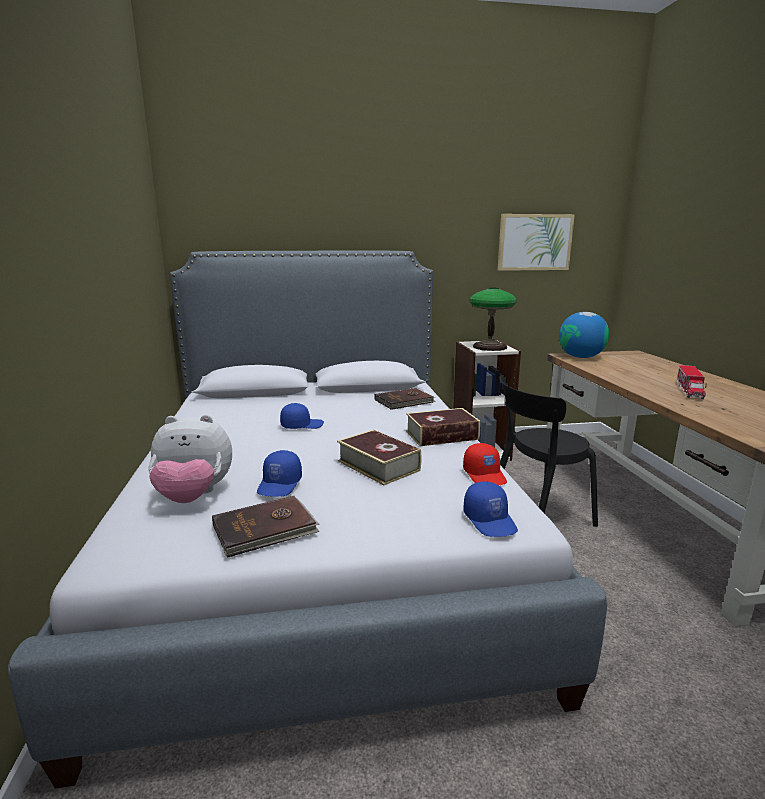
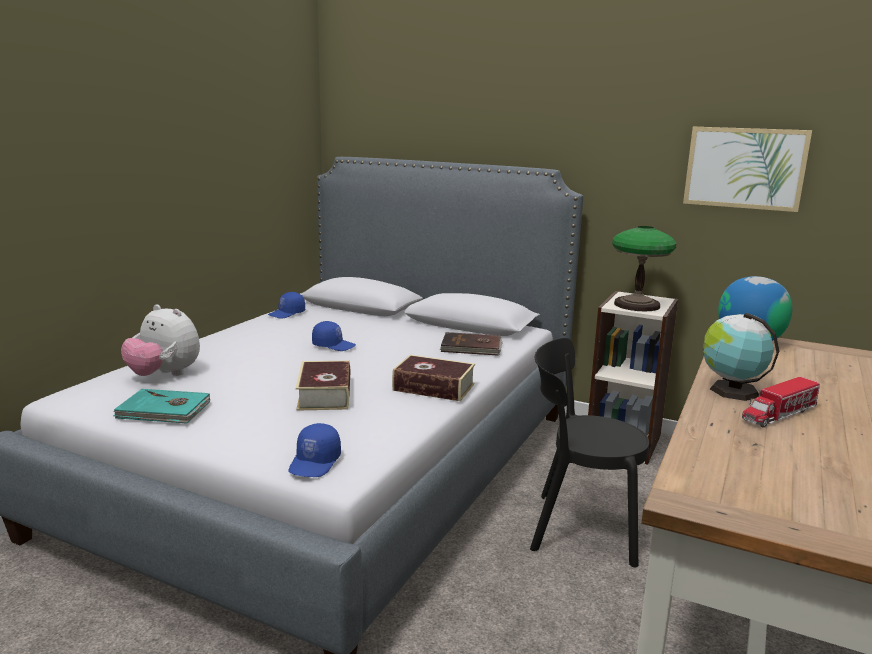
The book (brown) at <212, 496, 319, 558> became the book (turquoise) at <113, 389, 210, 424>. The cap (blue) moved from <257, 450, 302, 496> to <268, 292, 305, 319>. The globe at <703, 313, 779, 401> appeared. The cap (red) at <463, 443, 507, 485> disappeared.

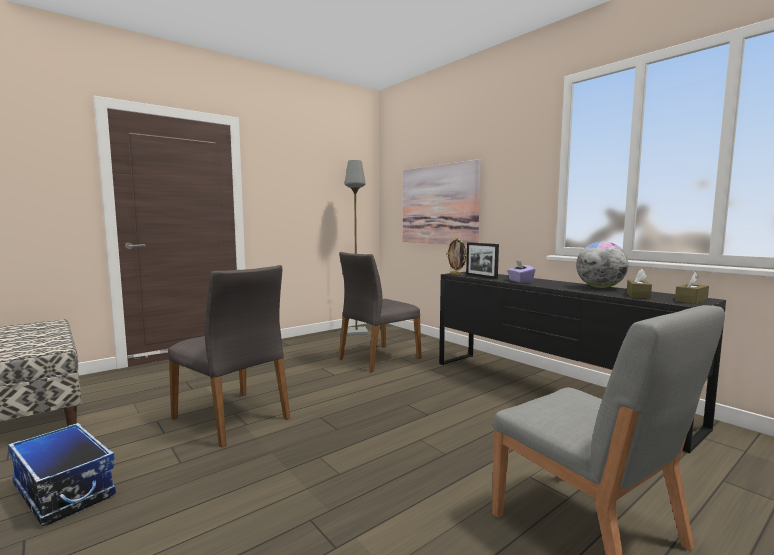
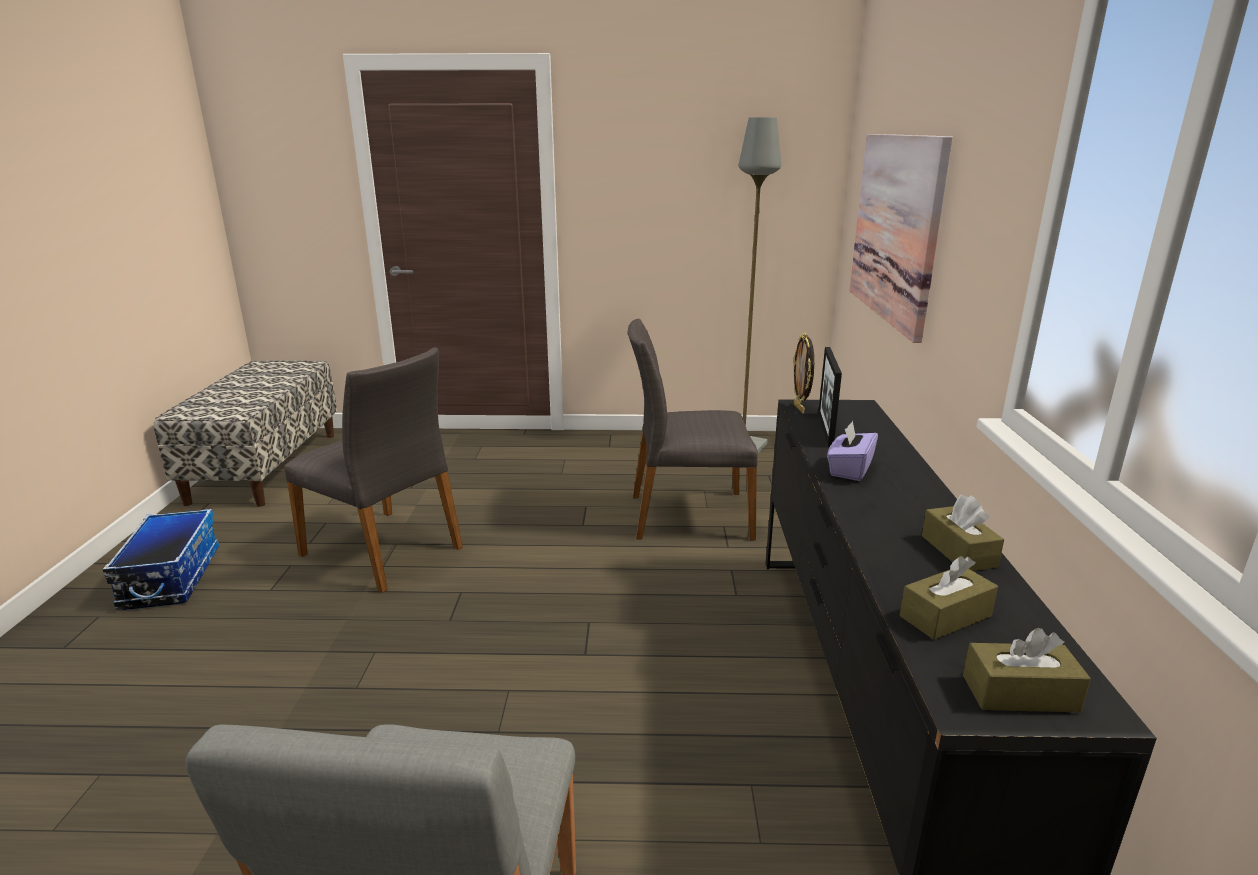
The chair (grey) at <168, 265, 290, 448> turned 45 degrees counterclockwise. The globe at <576, 241, 628, 288> was replaced by the tissue box (brown) at <922, 495, 1004, 571>.

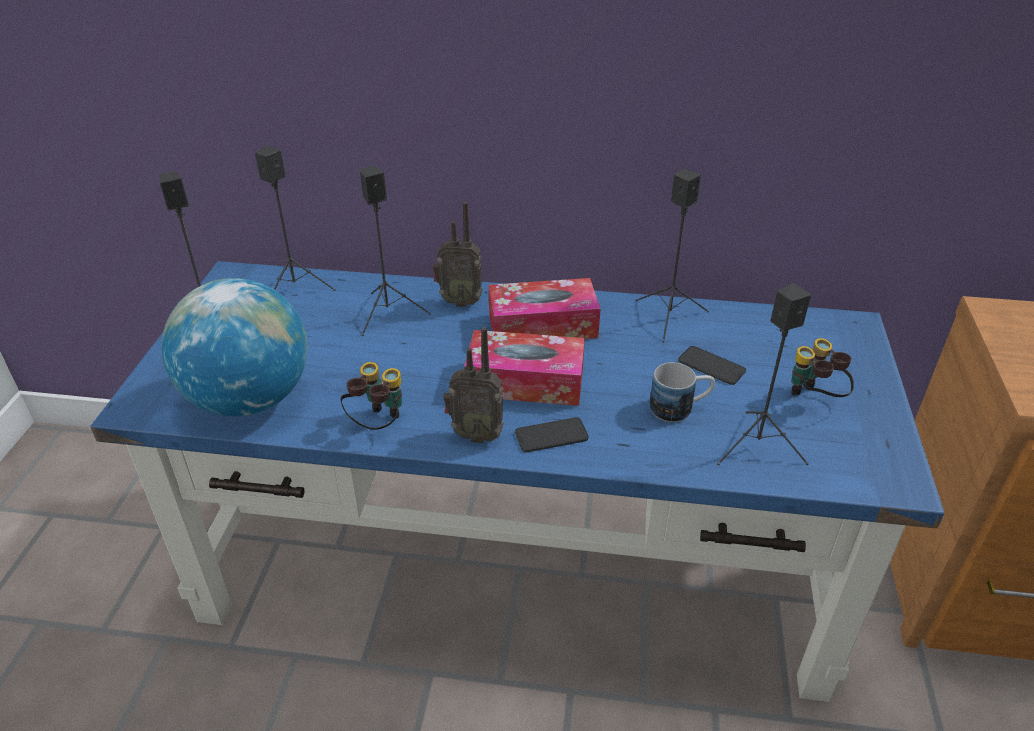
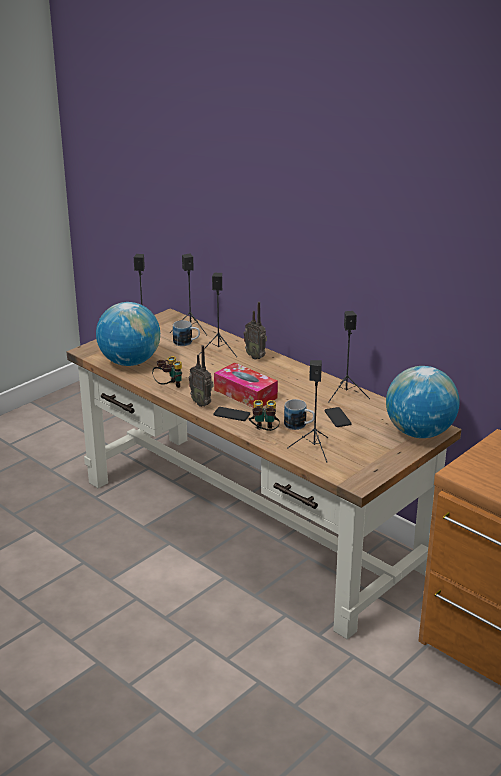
The desk (blue) at <90, 261, 945, 702> became the desk (brown) at <66, 308, 462, 639>. The mug at <173, 320, 200, 346> appeared. The binoculars moved from <791, 338, 854, 397> to <248, 400, 280, 431>. The globe at <386, 366, 459, 438> appeared. The tissue box at <489, 278, 601, 339> disappeared.

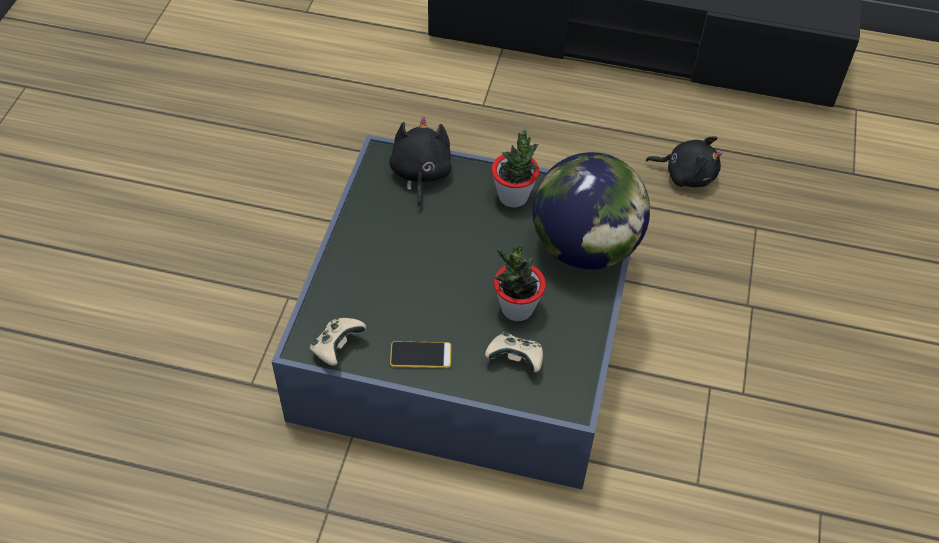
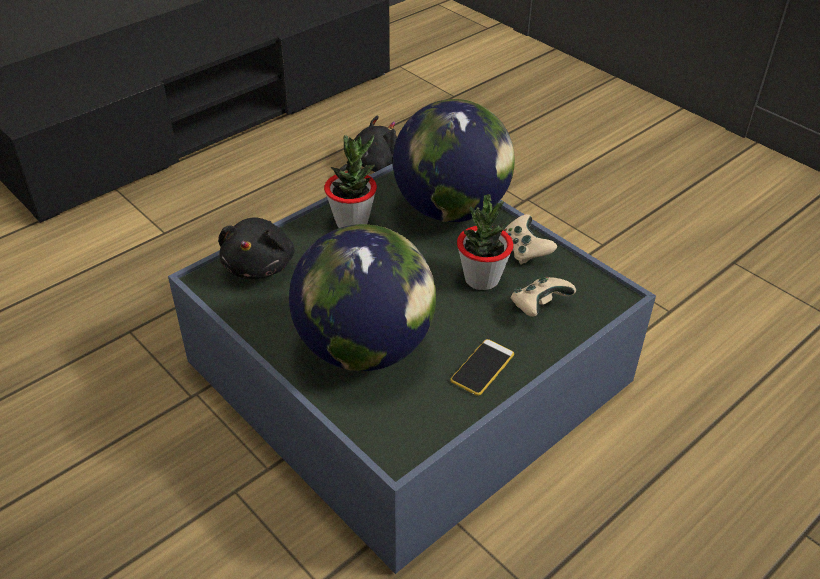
The plush toy (black) at <389, 116, 452, 208> turned 120 degrees counterclockwise. The globe at <289, 224, 436, 371> appeared. The game controller (beige) moved from <310, 318, 366, 366> to <504, 214, 557, 265>.

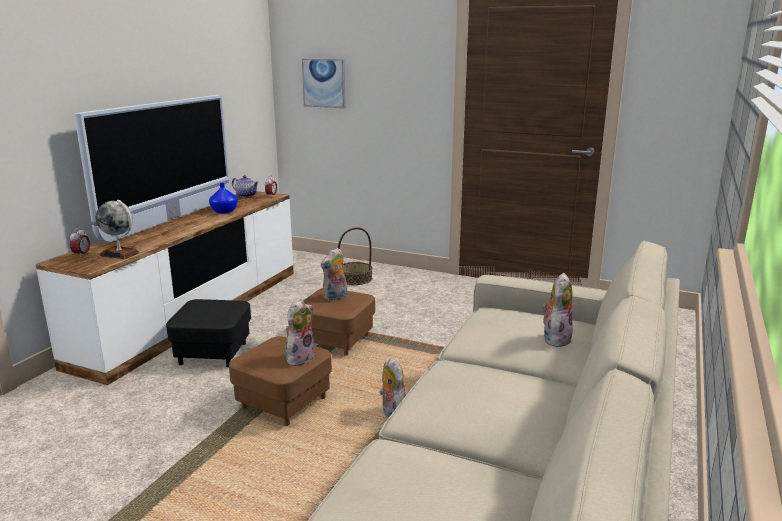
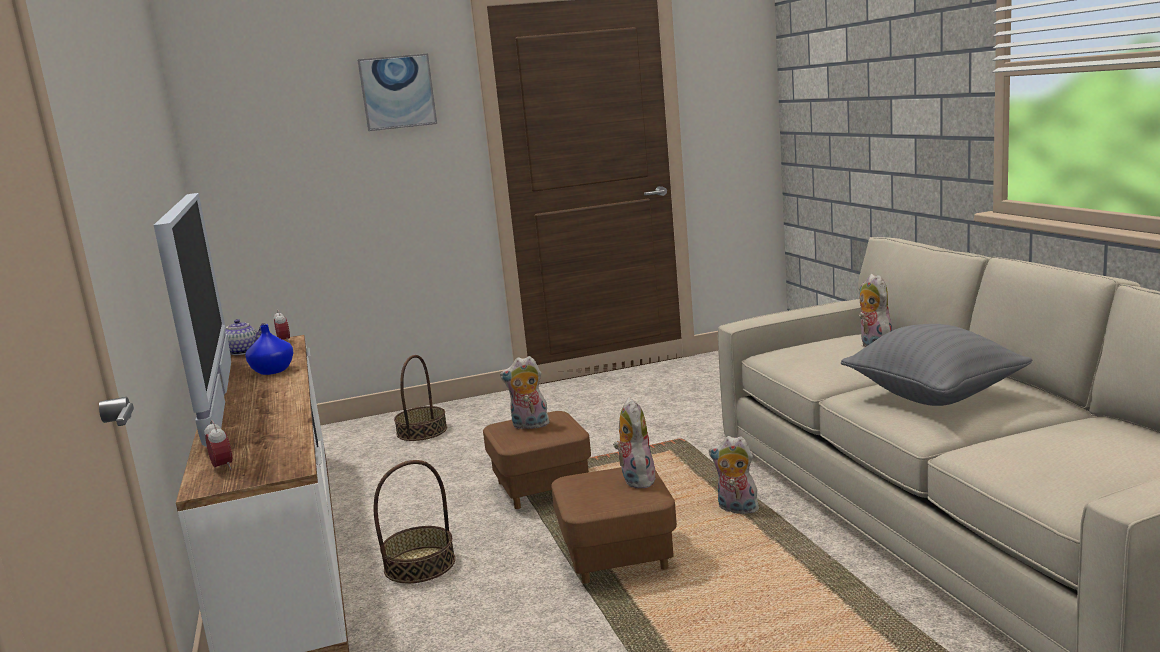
The picture moved from <302, 59, 346, 108> to <357, 53, 437, 131>. The ottoman (black) at <166, 299, 251, 367> was replaced by the basket at <374, 460, 455, 584>. The plush toy at <321, 247, 347, 301> turned 90 degrees clockwise. The pillow (grey) at <841, 324, 1032, 406> appeared. The globe at <95, 200, 140, 259> disappeared.

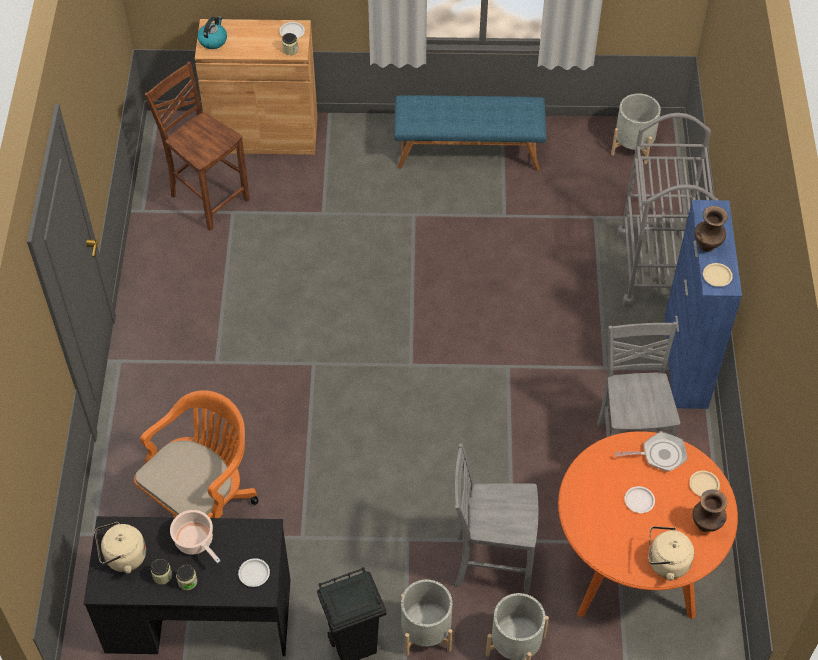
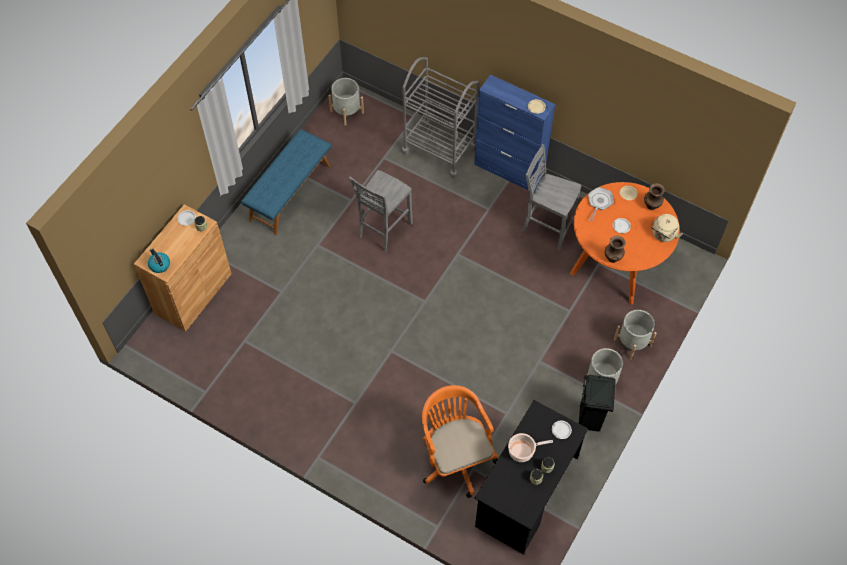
The chair (grey) moved from <455, 443, 538, 595> to <349, 170, 413, 252>. The vase (brown) moved from <694, 206, 728, 252> to <605, 236, 626, 263>. The kettle (beige) at <95, 522, 146, 574> disappeared. The chair (brown) at <144, 61, 250, 231> disappeared.

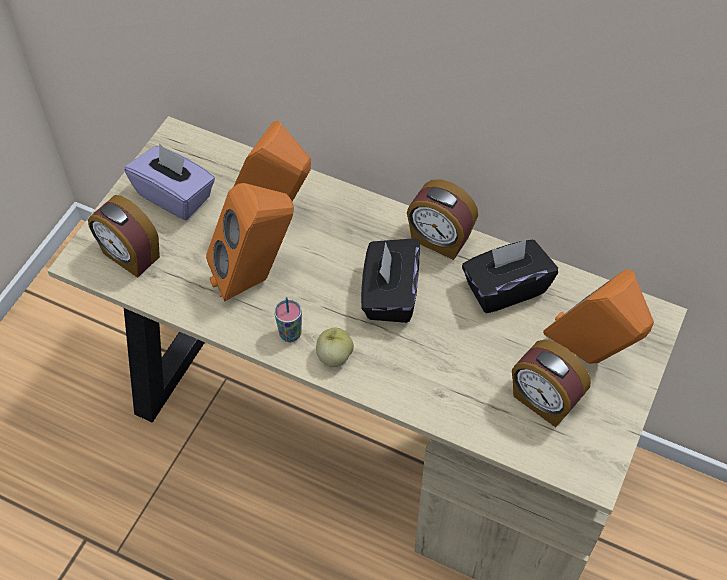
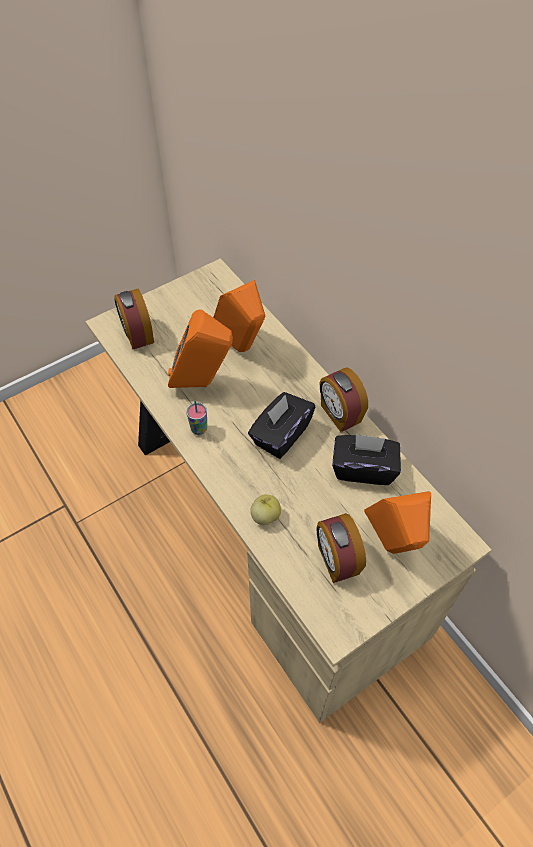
The apple moved from <316, 328, 354, 367> to <250, 495, 281, 525>. The tissue box (purple) at <124, 143, 215, 220> disappeared.

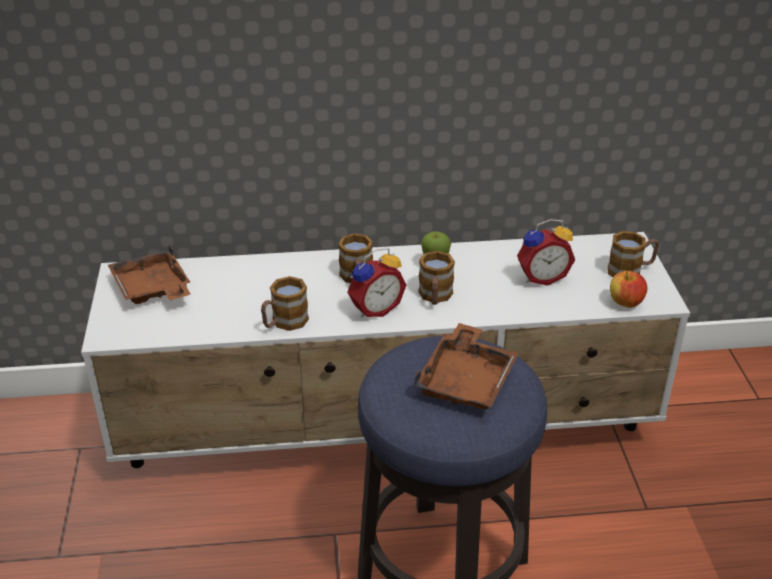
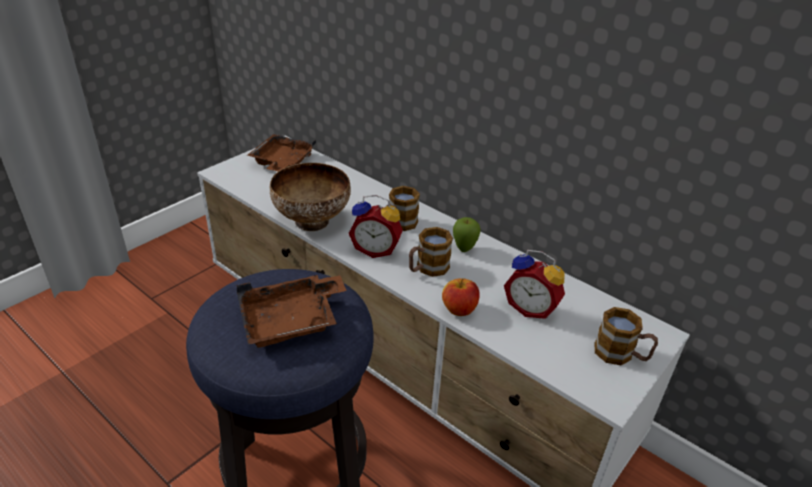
The mug at <261, 276, 309, 331> was replaced by the bowl at <270, 163, 351, 231>. The apple moved from <610, 271, 647, 308> to <442, 278, 480, 316>.

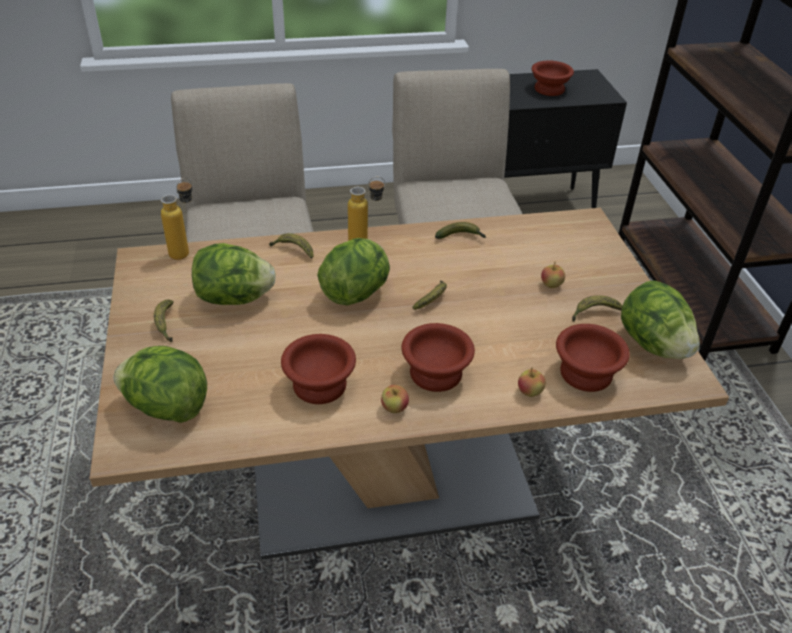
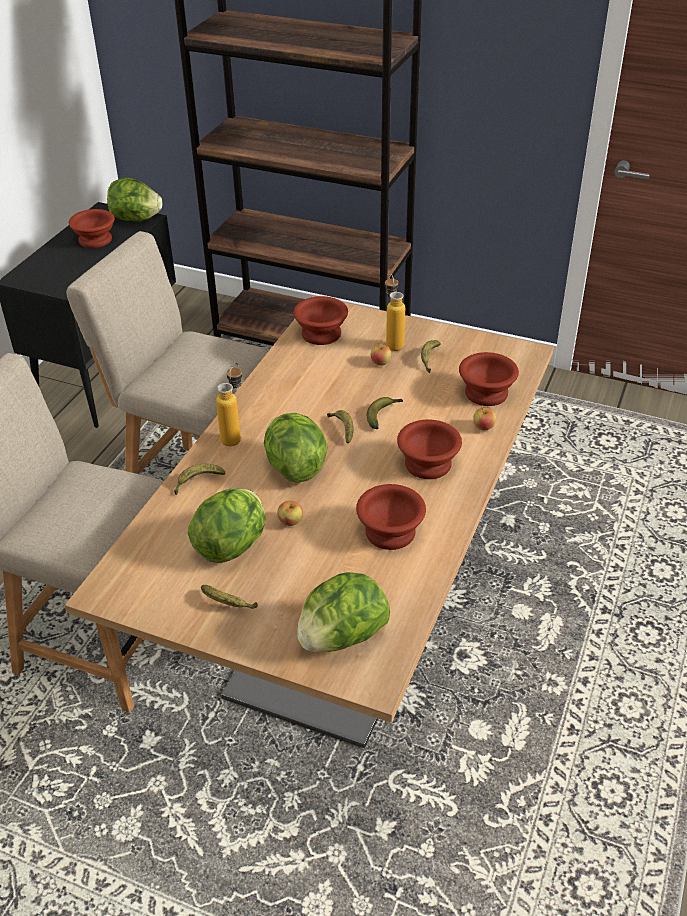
The lettuce moved from <621, 280, 700, 359> to <107, 178, 162, 221>. The apple moved from <381, 385, 409, 413> to <277, 501, 303, 526>. The bowl (brown) at <293, 296, 348, 345> appeared. The banana moved from <435, 222, 486, 239> to <367, 397, 403, 429>. The bottle moved from <161, 177, 192, 260> to <385, 274, 405, 351>.

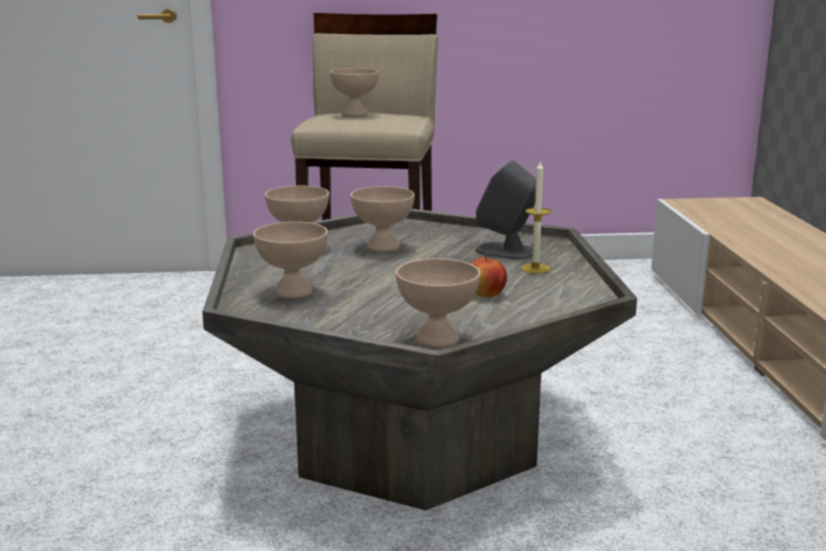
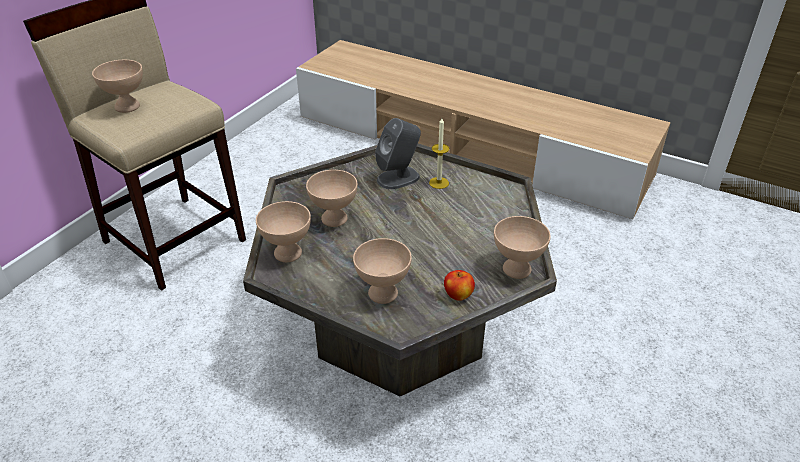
The apple moved from <472, 254, 507, 297> to <444, 270, 475, 301>.

